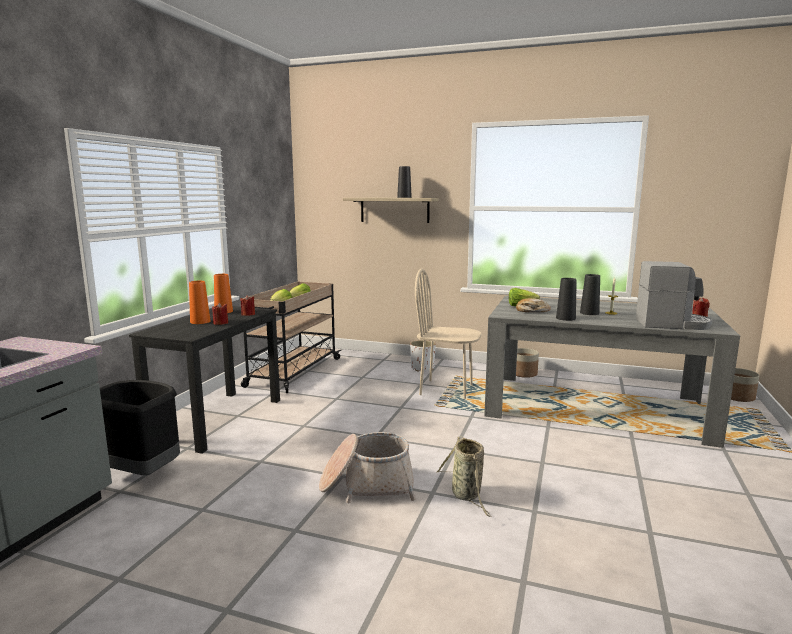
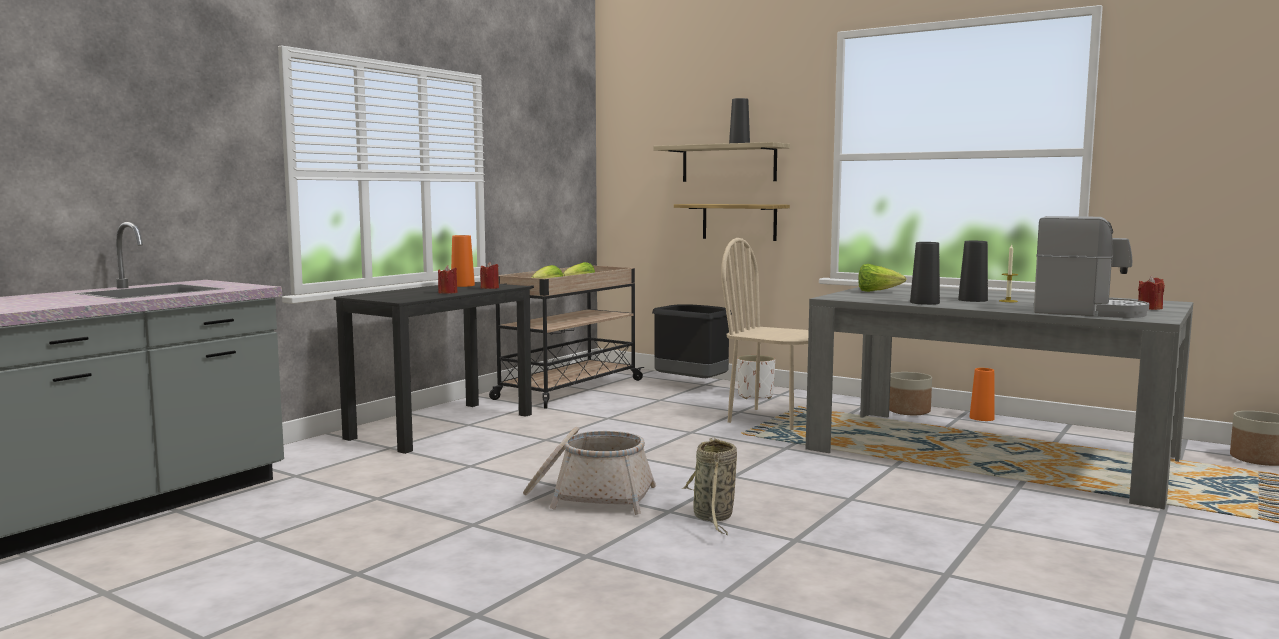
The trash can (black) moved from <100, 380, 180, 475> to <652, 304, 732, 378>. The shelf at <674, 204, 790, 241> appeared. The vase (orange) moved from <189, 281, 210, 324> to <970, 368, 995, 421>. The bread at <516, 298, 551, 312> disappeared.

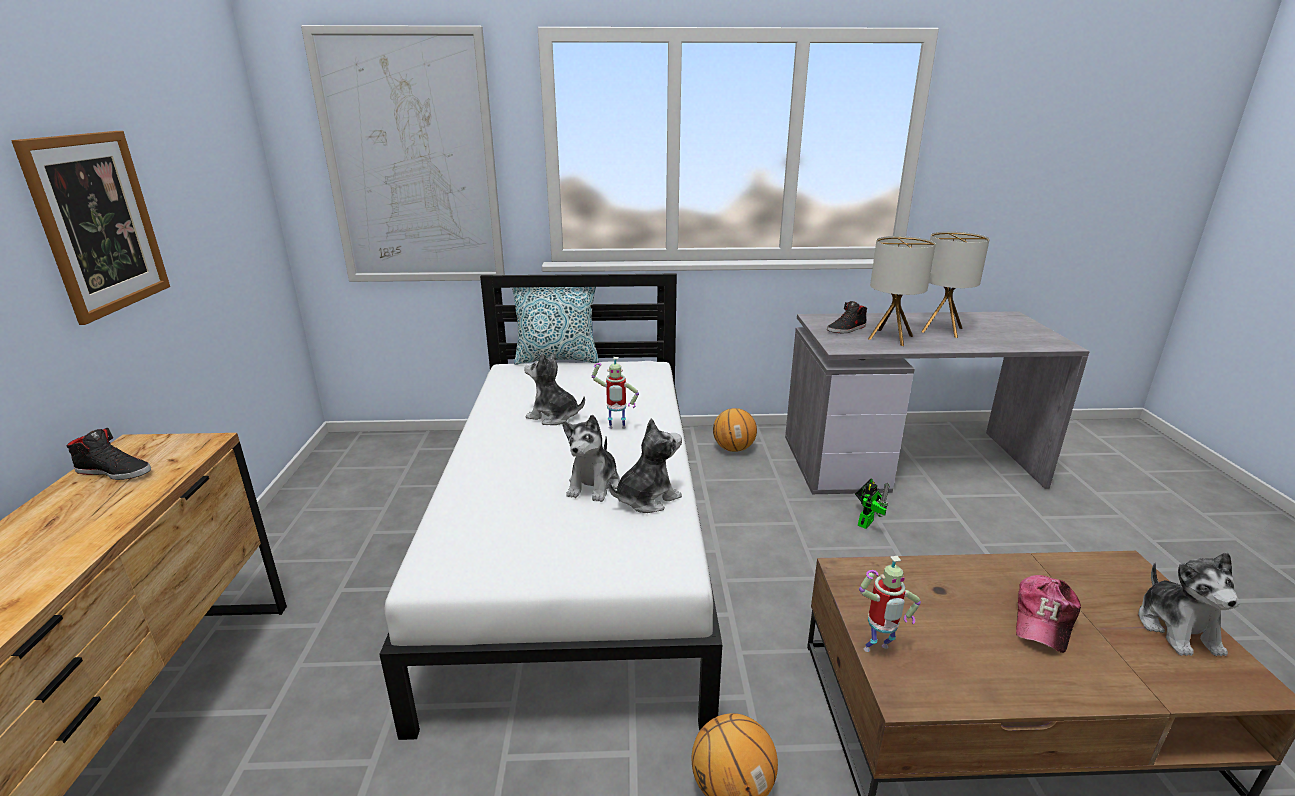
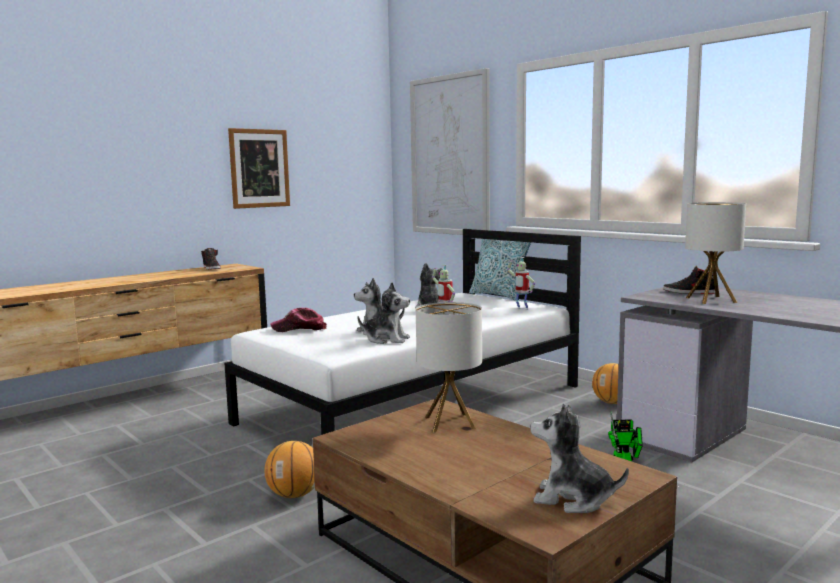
The cap moved from <1016, 575, 1081, 653> to <270, 308, 327, 332>. The table lamp moved from <921, 231, 990, 338> to <416, 302, 482, 432>. The toy robot moved from <859, 556, 921, 652> to <507, 257, 535, 310>. The plush toy at <1138, 552, 1239, 656> turned 60 degrees clockwise.

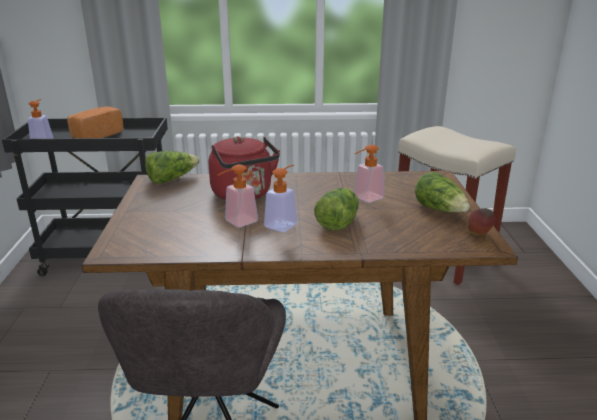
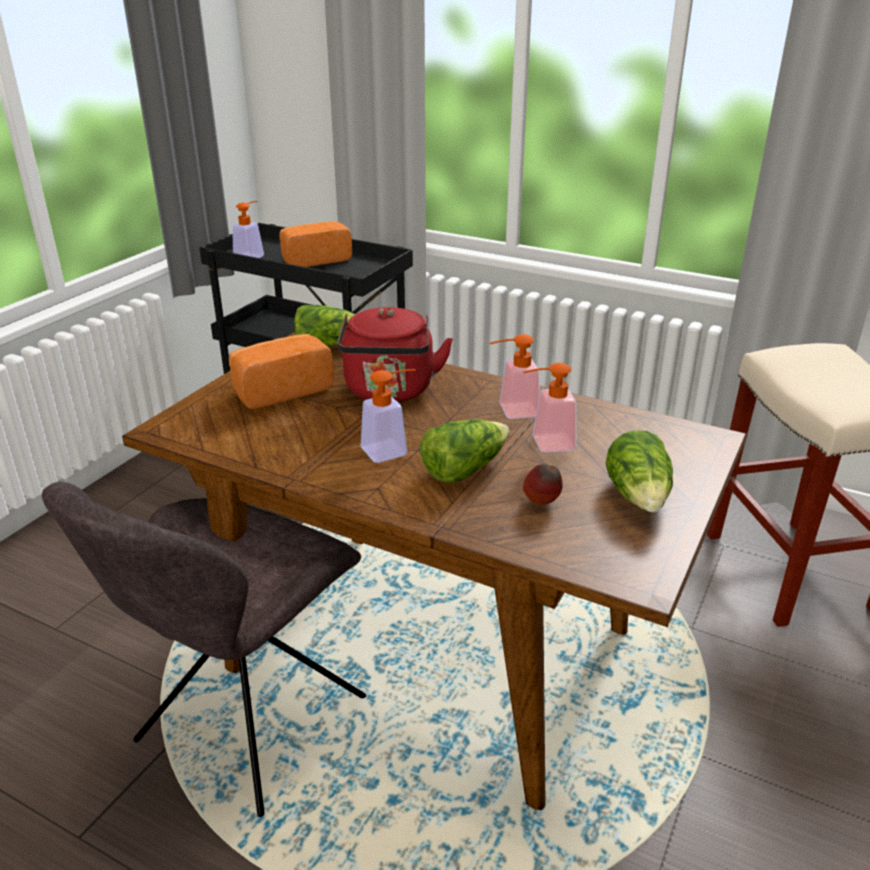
The bread at <229, 334, 334, 409> appeared. The soap dispenser moved from <217, 164, 258, 227> to <489, 334, 540, 419>. The apple moved from <468, 208, 495, 235> to <523, 464, 563, 505>.

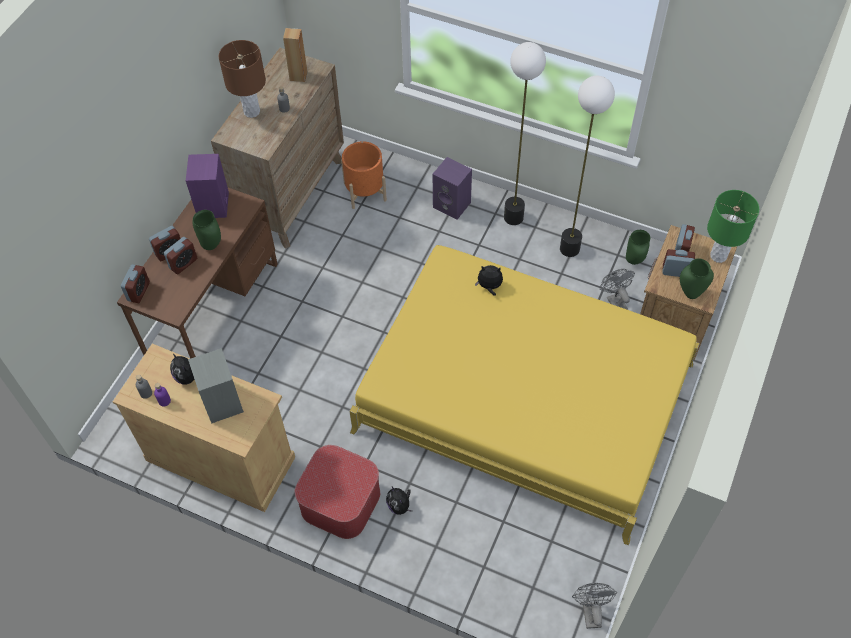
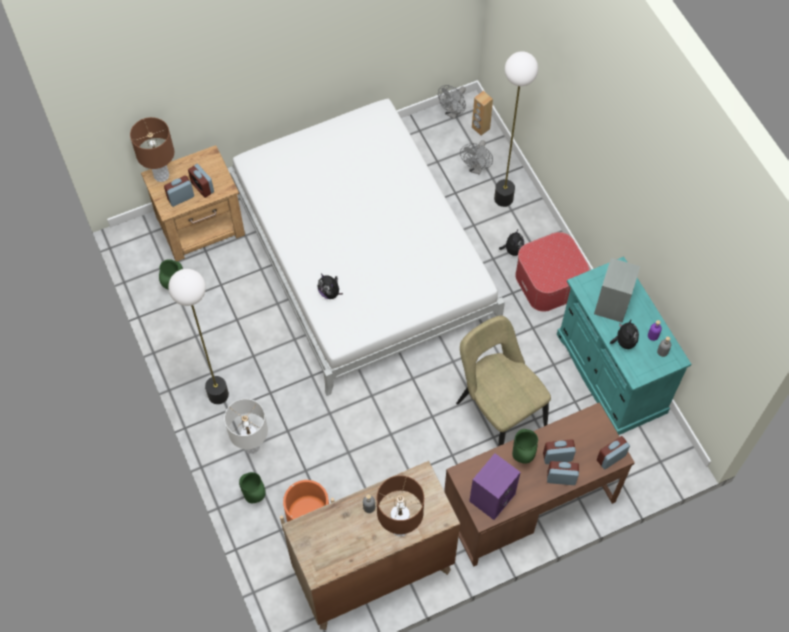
The table lamp (green) at <707, 190, 759, 263> became the table lamp (brown) at <130, 117, 174, 182>. The speaker (purple) at <433, 157, 472, 220> was replaced by the table lamp (white) at <224, 399, 268, 454>. The bed (yellow) at <349, 245, 700, 545> became the bed (white) at <227, 99, 505, 396>. The vase (green) moved from <680, 258, 714, 299> to <239, 472, 266, 503>. The chair (beige) at <456, 316, 551, 446> appeared. The fan (grey) moved from <600, 269, 635, 310> to <460, 140, 493, 175>. The speaker (brown) moved from <283, 28, 308, 82> to <472, 91, 493, 136>. The floor lamp moved from <560, 76, 615, 257> to <494, 51, 538, 207>. The cabinet (beige) at <113, 344, 295, 512> became the cabinet (turquoise) at <557, 257, 692, 435>.

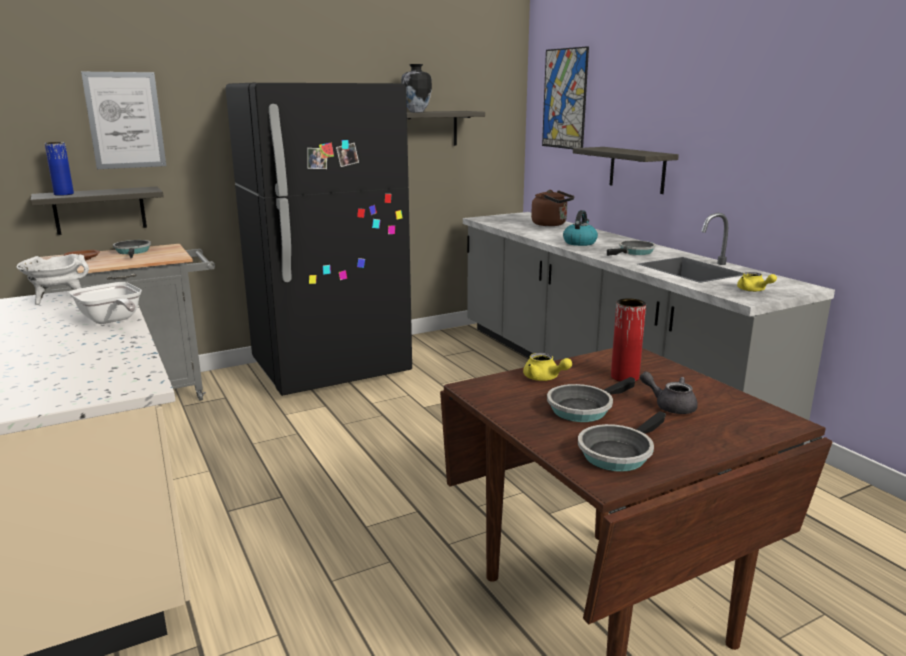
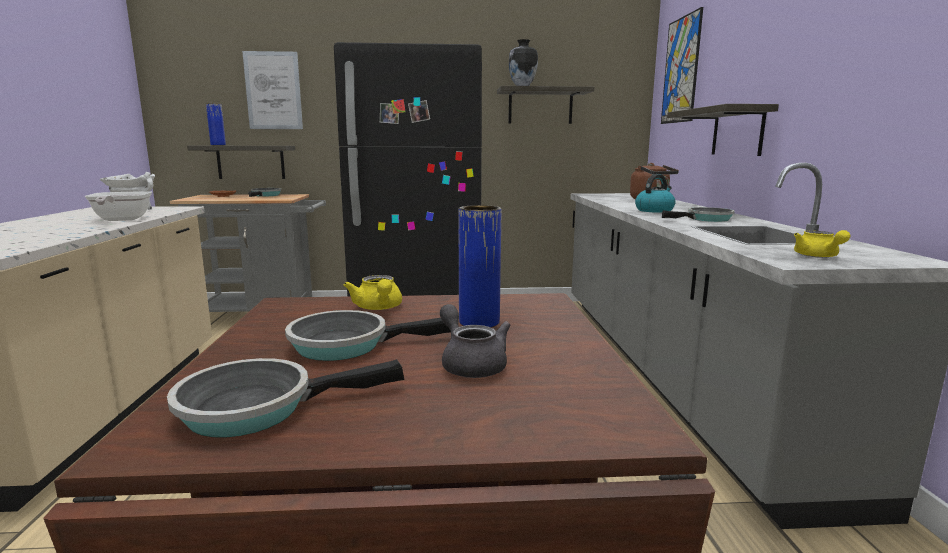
The vase (red) at <611, 298, 646, 381> became the vase (blue) at <458, 205, 501, 327>.

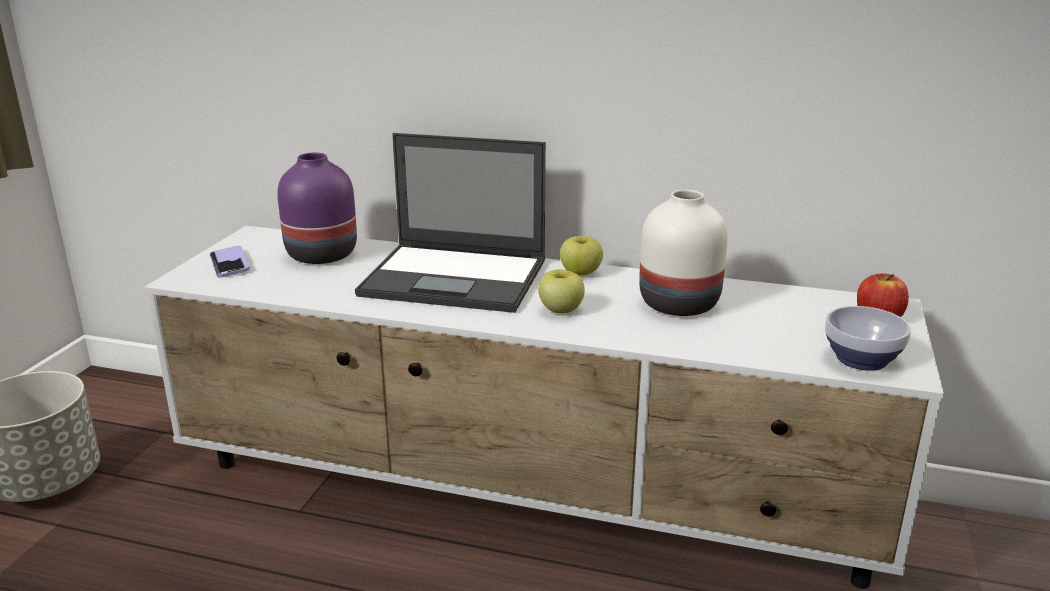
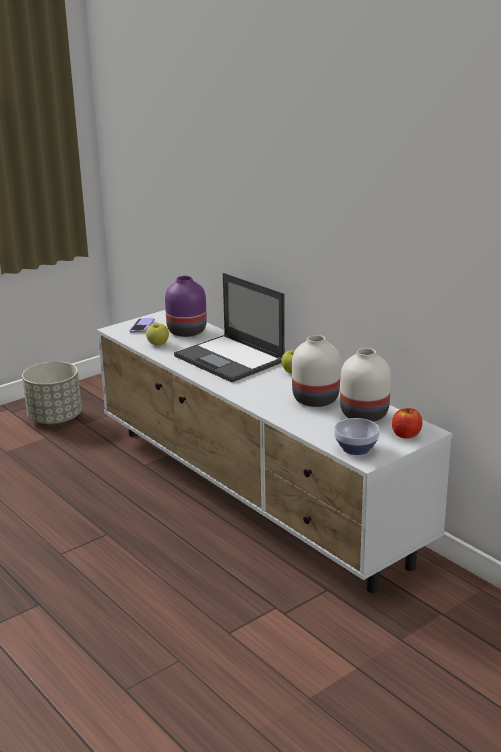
The apple moved from <538, 269, 585, 314> to <146, 324, 169, 346>. The vase (white) at <340, 348, 391, 422> appeared.

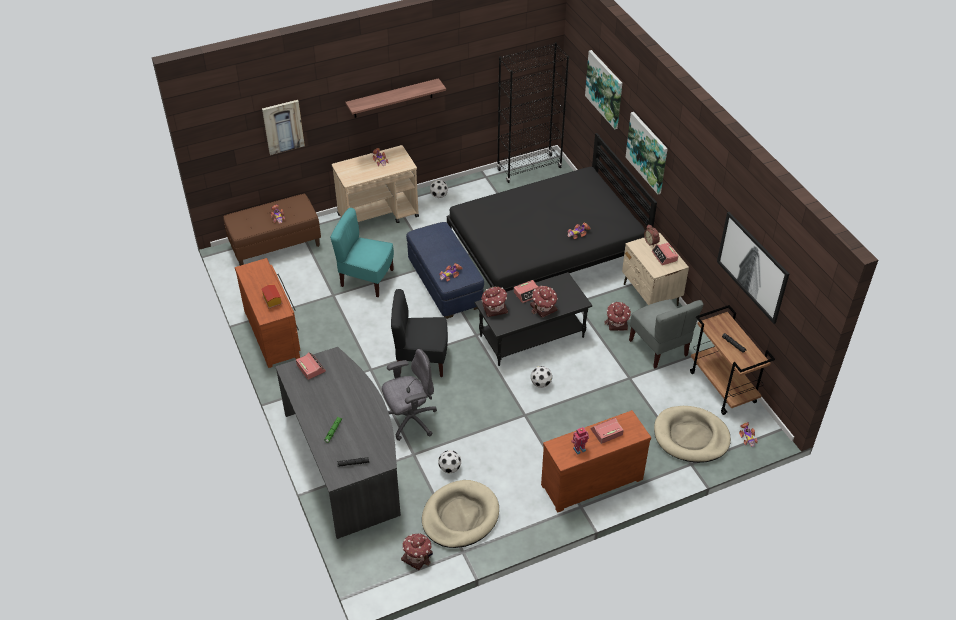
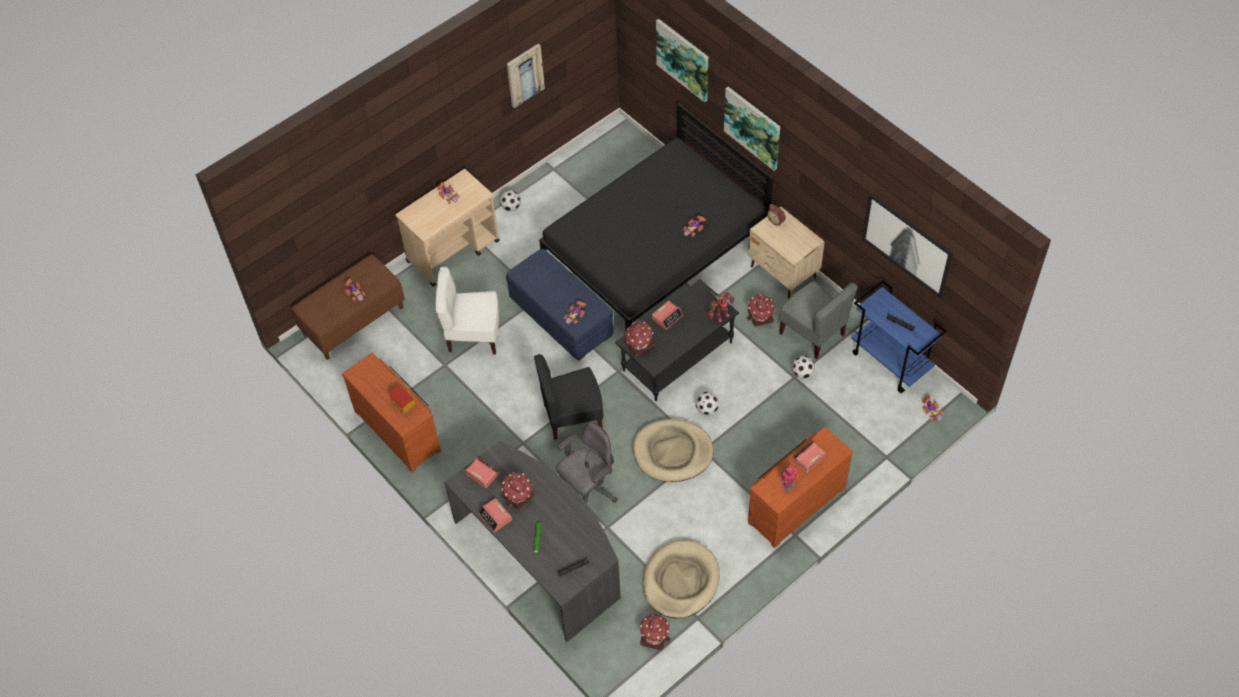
The chair (turquoise) at <330, 208, 394, 297> became the chair (white) at <435, 267, 499, 355>. The alarm clock moved from <652, 243, 678, 265> to <478, 498, 512, 533>. The toy house moved from <530, 286, 558, 317> to <501, 472, 535, 510>. The picture moved from <262, 100, 305, 155> to <507, 44, 545, 108>. The dog bed (beige) moved from <654, 406, 731, 463> to <633, 419, 714, 482>. The toy robot at <707, 291, 734, 323> appeared. The football moved from <438, 450, 461, 473> to <792, 356, 815, 379>. The cart (brown) at <690, 305, 775, 415> became the cart (blue) at <851, 280, 947, 393>. The shelf at <345, 78, 446, 118> disappeared. The bookcase (black) at <497, 43, 569, 183> disappeared.

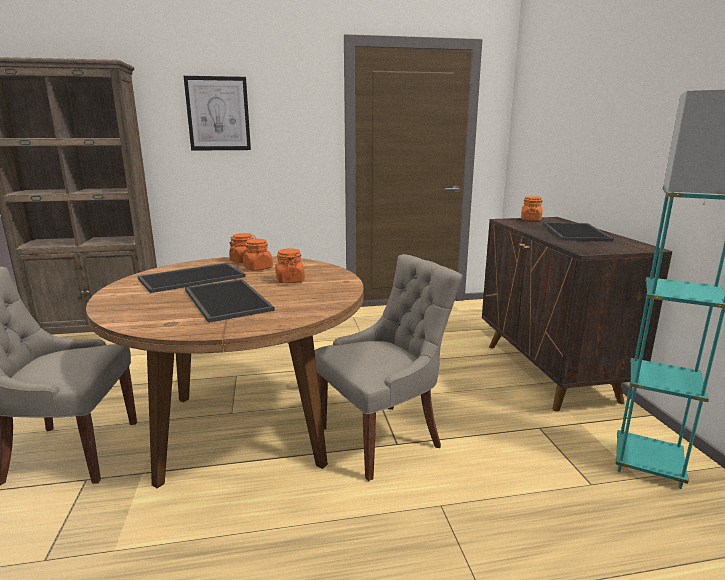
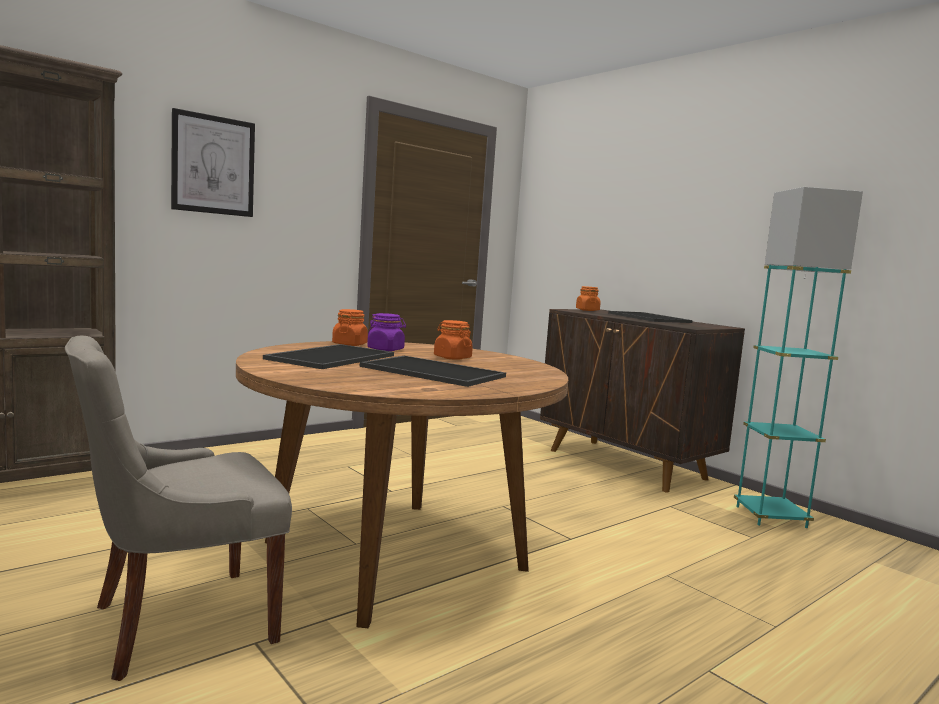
The jar (orange) at <243, 239, 273, 270> became the jar (purple) at <367, 313, 406, 351>. The chair (grey) at <314, 254, 463, 481> disappeared.

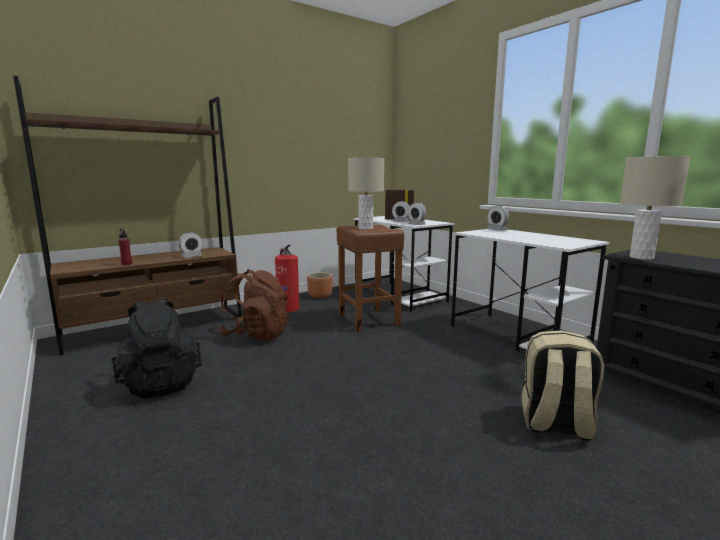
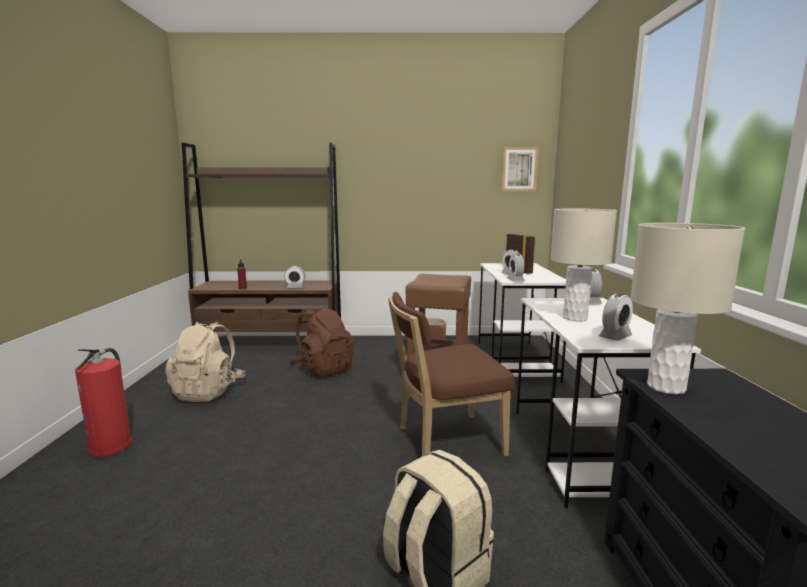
The fire extinguisher moved from <275, 245, 300, 313> to <75, 348, 132, 457>. The backpack (black) at <111, 298, 202, 399> became the backpack (beige) at <166, 322, 246, 402>. The chair (brown) at <388, 292, 515, 457> appeared. The picture at <501, 147, 539, 191> appeared. The table lamp (beige) moved from <348, 158, 384, 230> to <551, 209, 617, 322>. The alarm clock at <599, 294, 633, 341> appeared.

